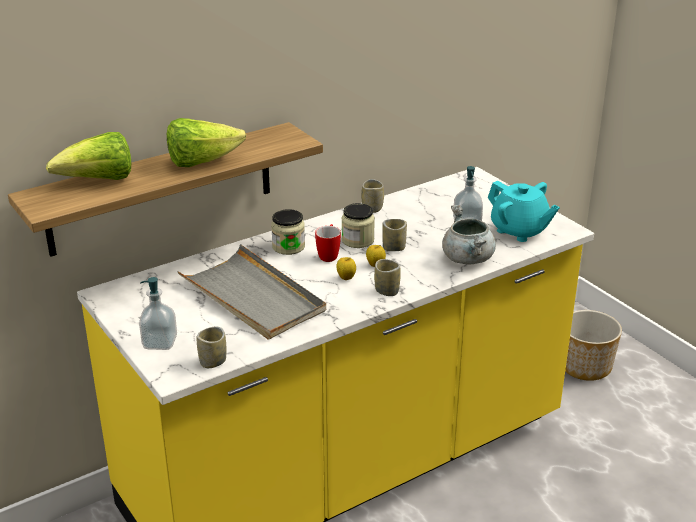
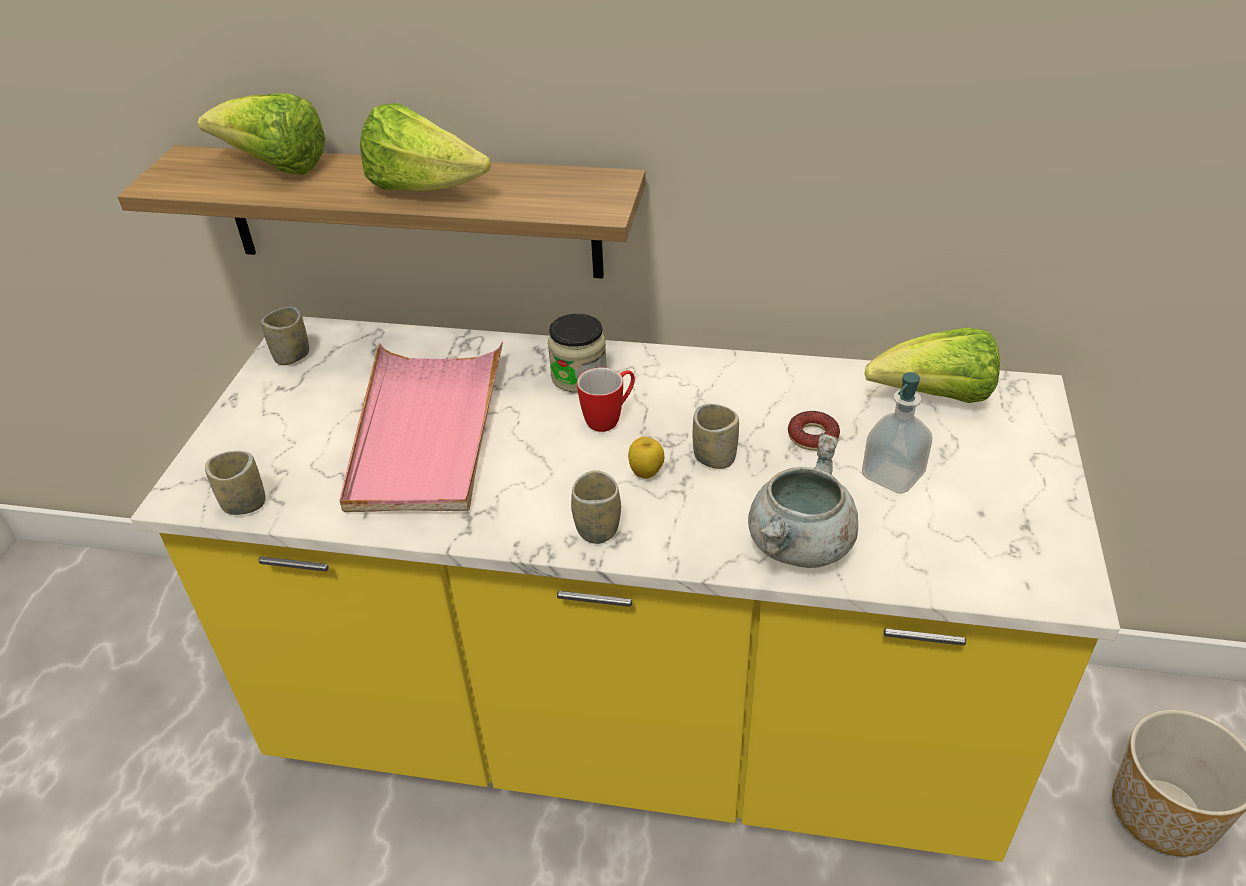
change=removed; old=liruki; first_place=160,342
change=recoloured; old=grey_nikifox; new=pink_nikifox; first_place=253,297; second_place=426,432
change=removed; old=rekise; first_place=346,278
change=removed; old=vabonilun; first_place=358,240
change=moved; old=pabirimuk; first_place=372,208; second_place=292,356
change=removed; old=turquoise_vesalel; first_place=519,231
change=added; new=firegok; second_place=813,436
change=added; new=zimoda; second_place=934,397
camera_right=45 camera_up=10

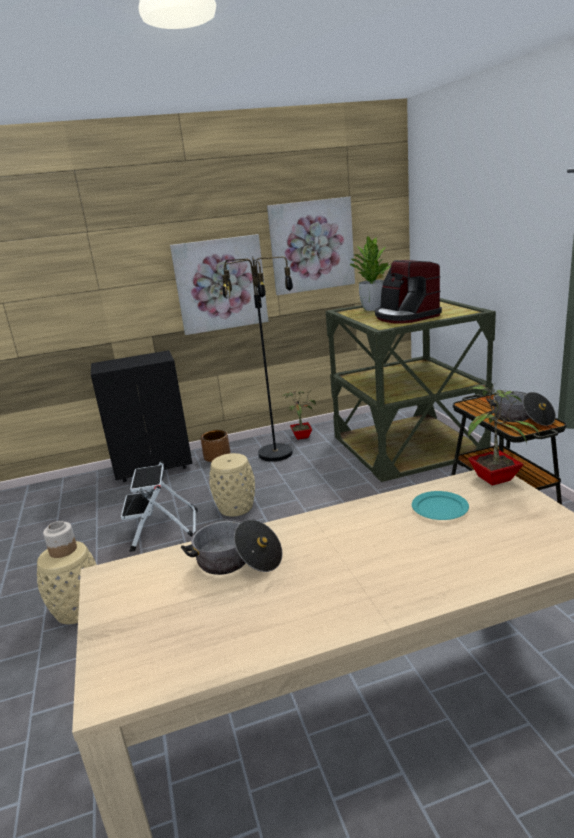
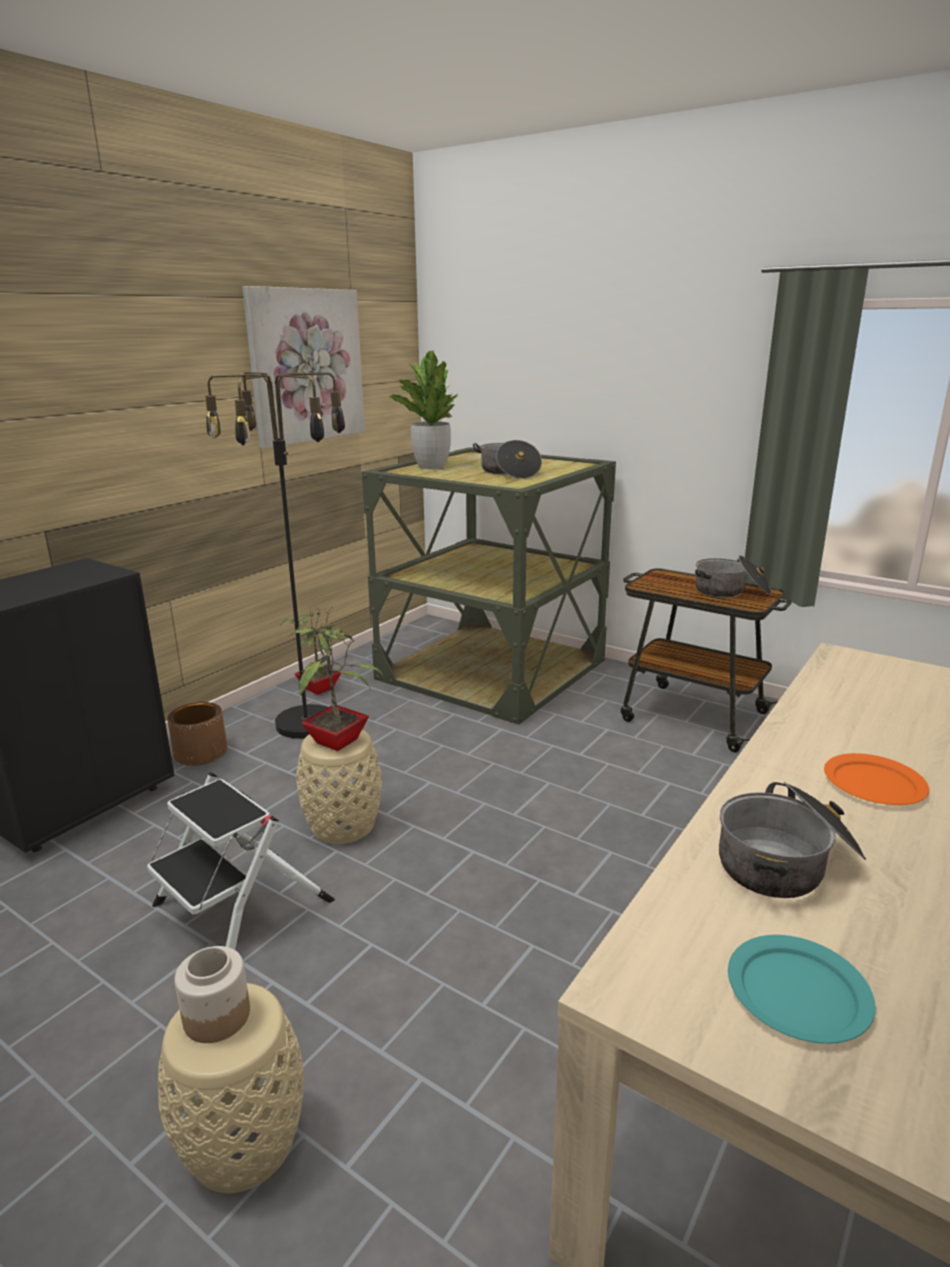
change=removed; old=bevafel; first_place=220,284
change=replaced; old=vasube; new=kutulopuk; first_place=405,316; second_place=508,472
change=moved; old=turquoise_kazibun; first_place=439,508; second_place=798,993
change=moved; old=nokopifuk; first_place=496,478; second_place=339,741
change=added; new=orange_kazibun; second_place=873,783
camera_right=-40 camera_up=0

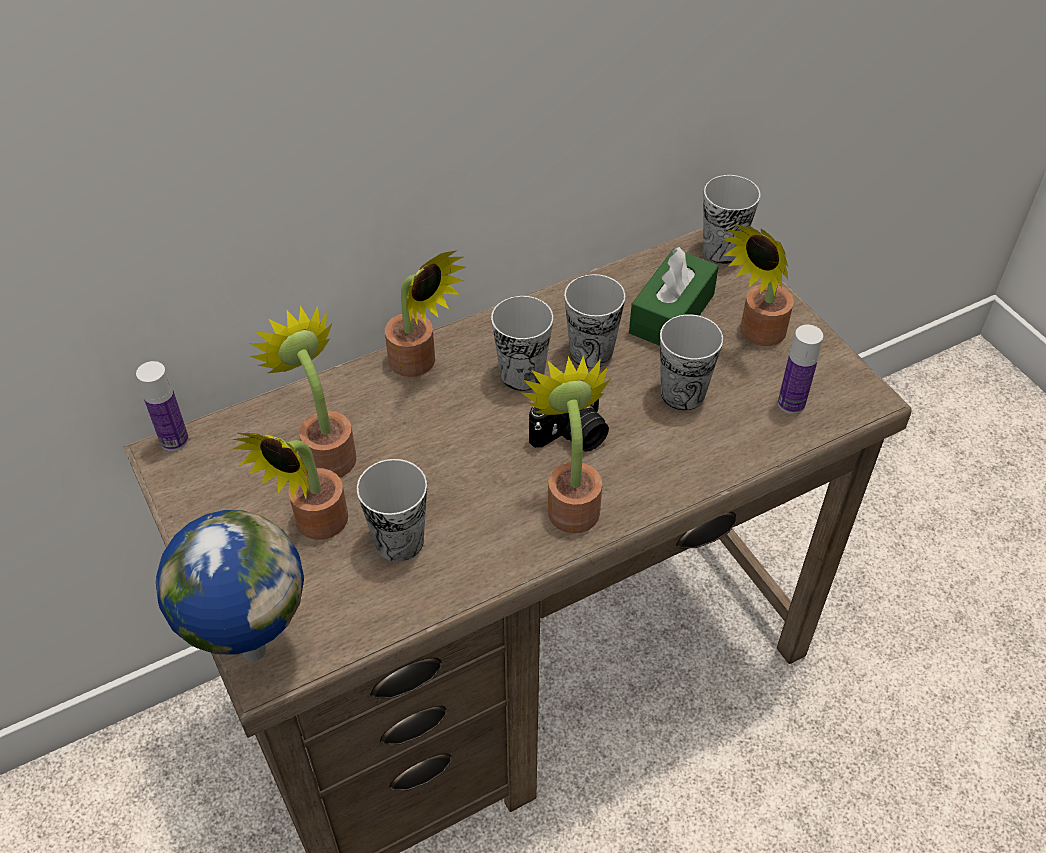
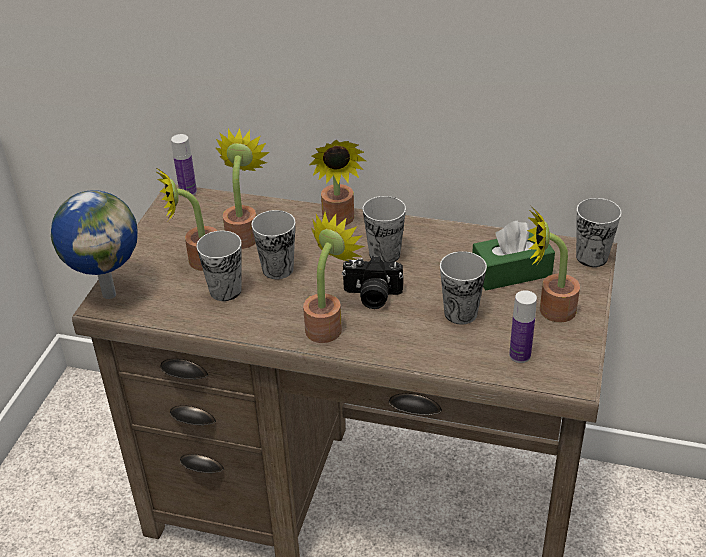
change=moved; old=pabirimuk; first_place=591,352; second_place=278,269
camera_right=45 camera_up=-10

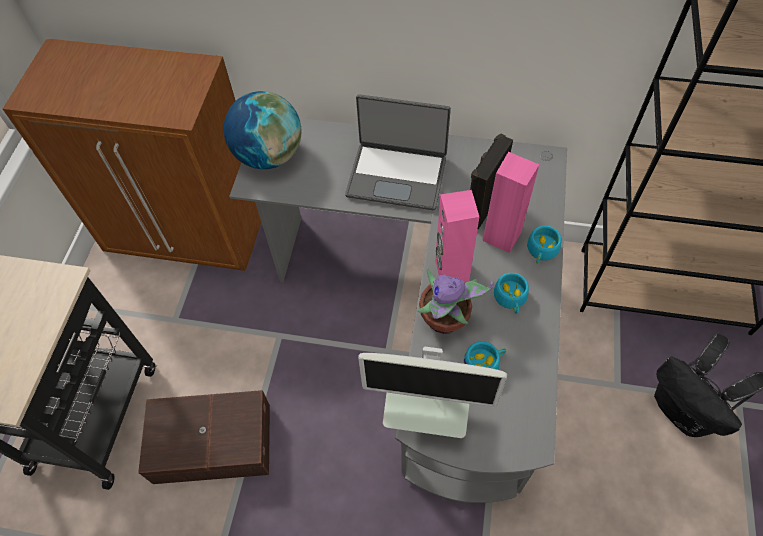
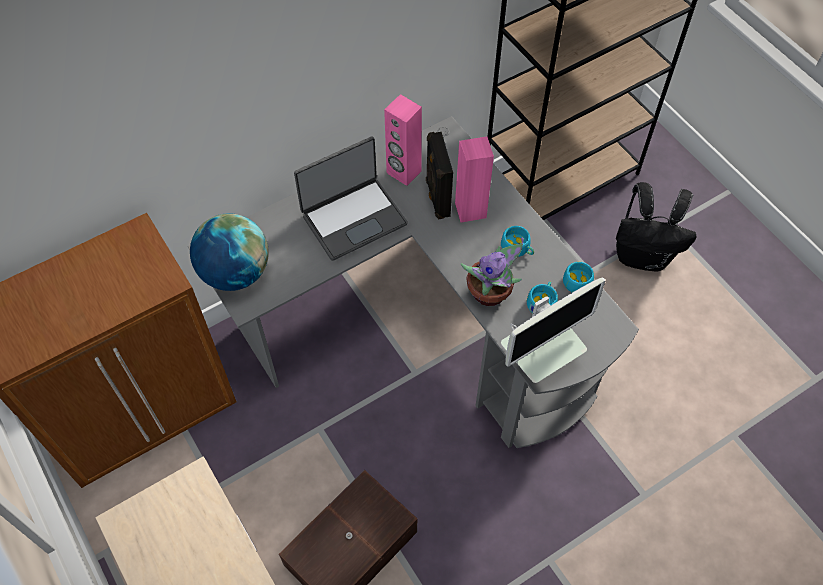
change=moved; old=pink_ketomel; first_place=451,271; second_place=403,172
change=moved; old=turquoise_pabirimuk; first_place=541,252; second_place=578,286
camera_right=-45 camera_up=0

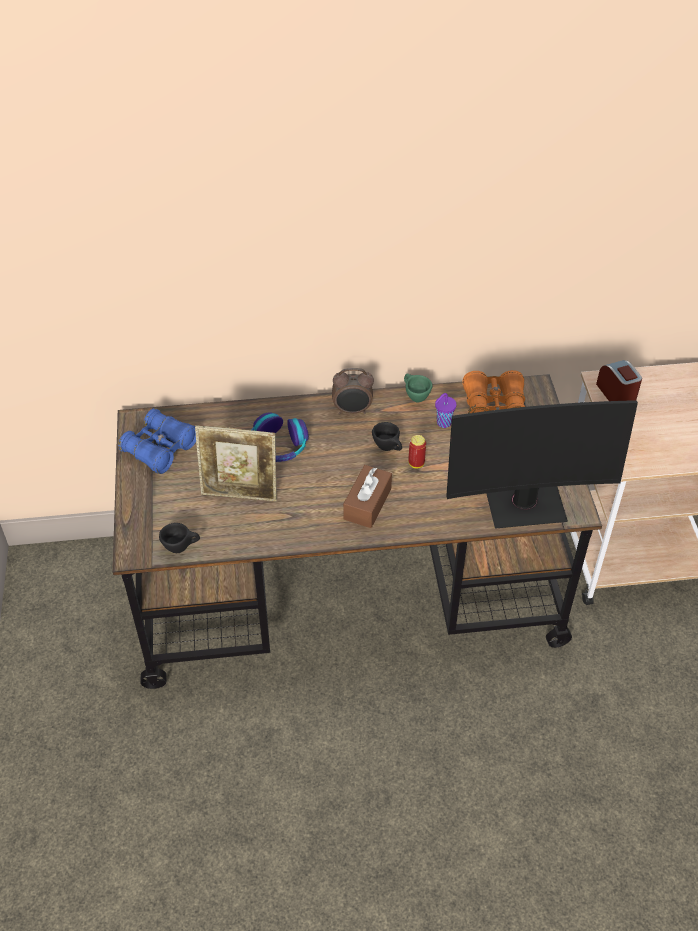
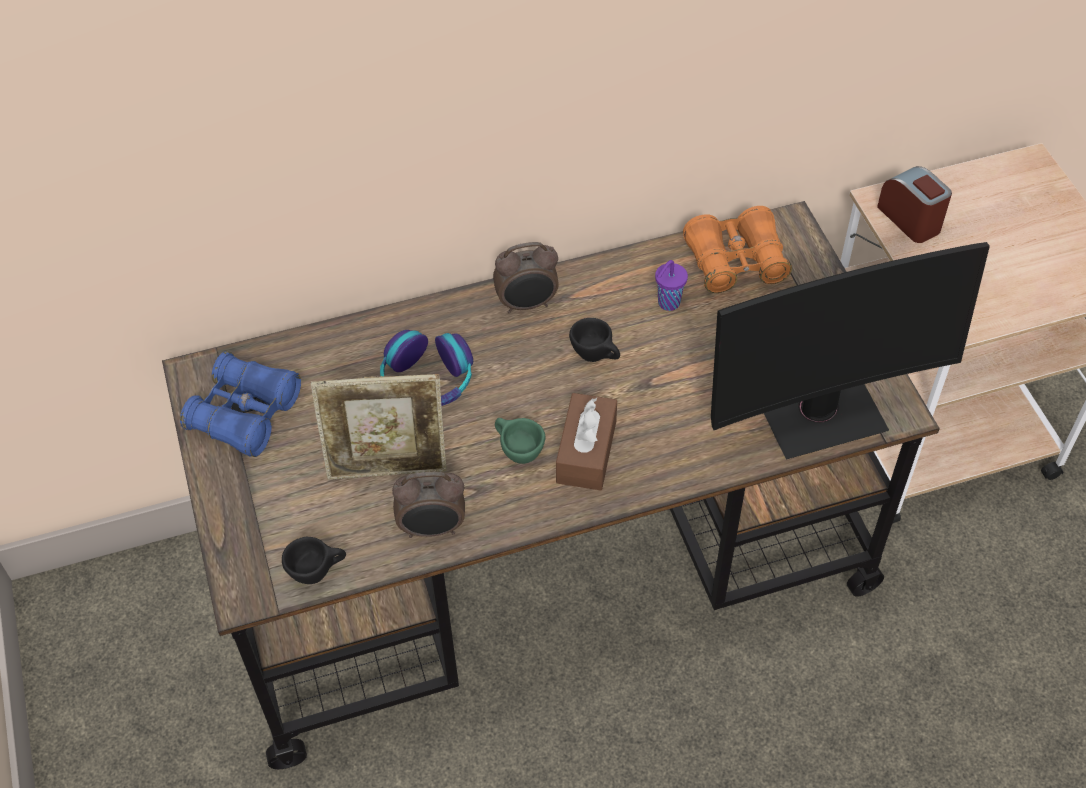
change=moved; old=green_pabirimuk; first_place=414,397; second_place=517,452
change=removed; old=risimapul; first_place=416,463
change=added; new=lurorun; second_place=432,529
camera_right=-10 camera_up=5

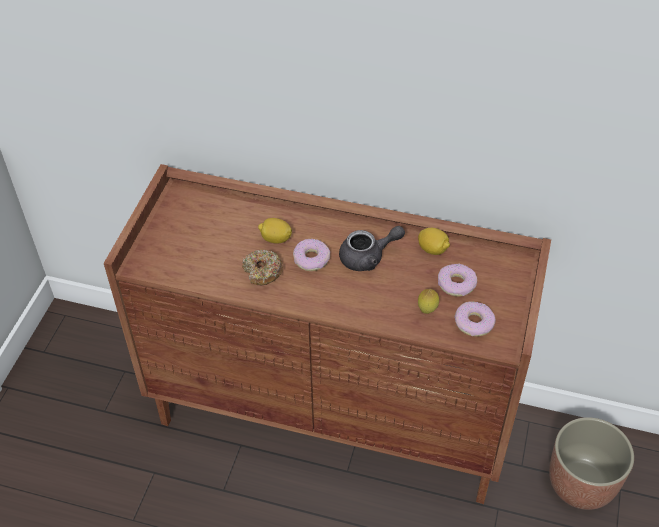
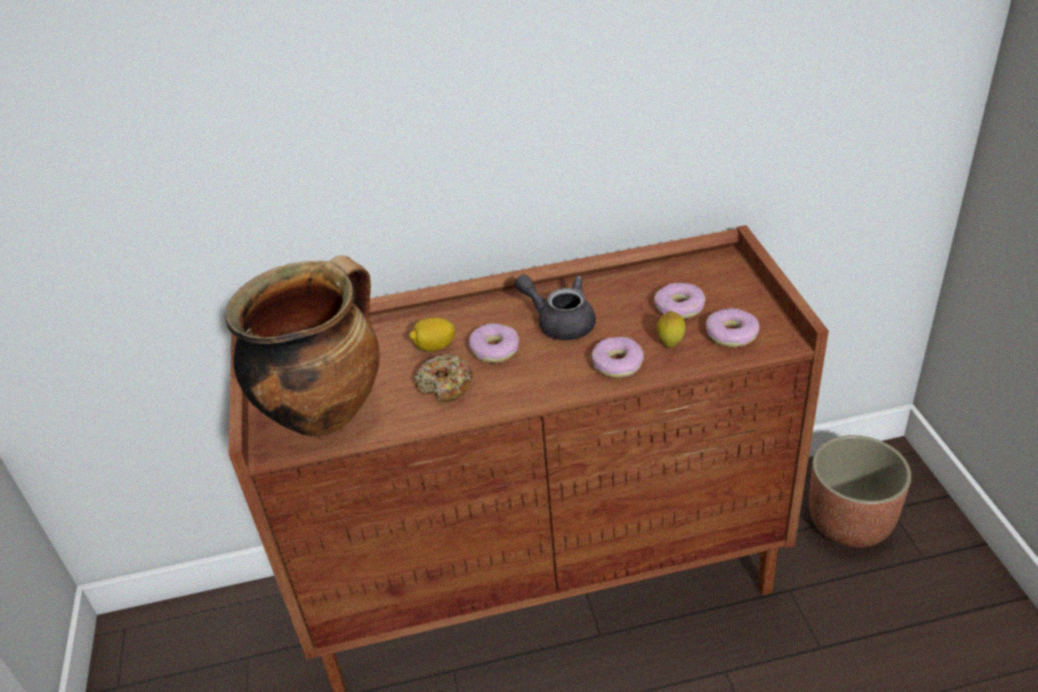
change=turned; old=grey_vesalel; first_place=368,257; second_place=560,322; degrees=-105
change=removed; old=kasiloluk; first_place=433,249
change=added; new=kutulopuk; second_place=325,410
change=added; new=firegok; second_place=617,364
camera_right=-25 camera_up=-10

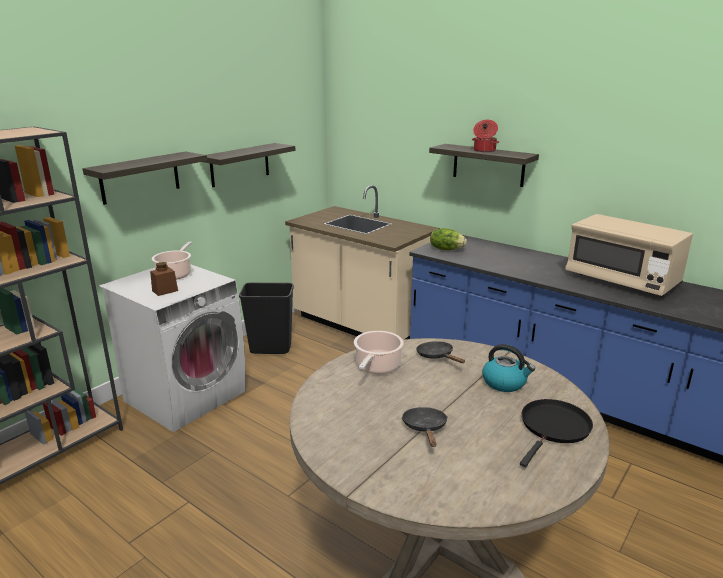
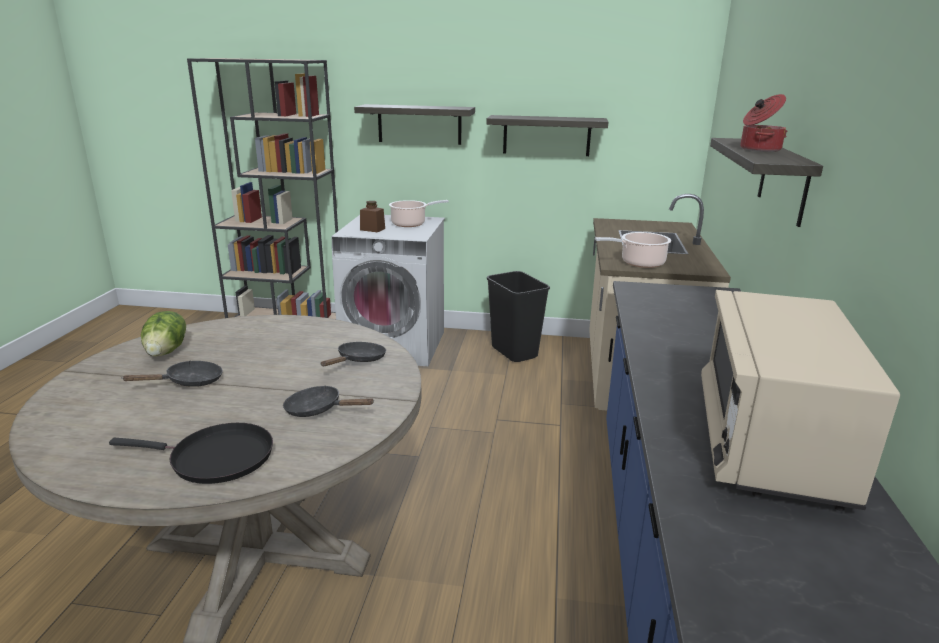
change=moved; old=kutulopuk; first_place=377,367; second_place=639,263
change=moved; old=zimoda; first_place=446,249; second_place=167,351
change=replaced; old=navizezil; new=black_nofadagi; first_place=505,383; second_place=318,410
camera_right=60 camera_up=0

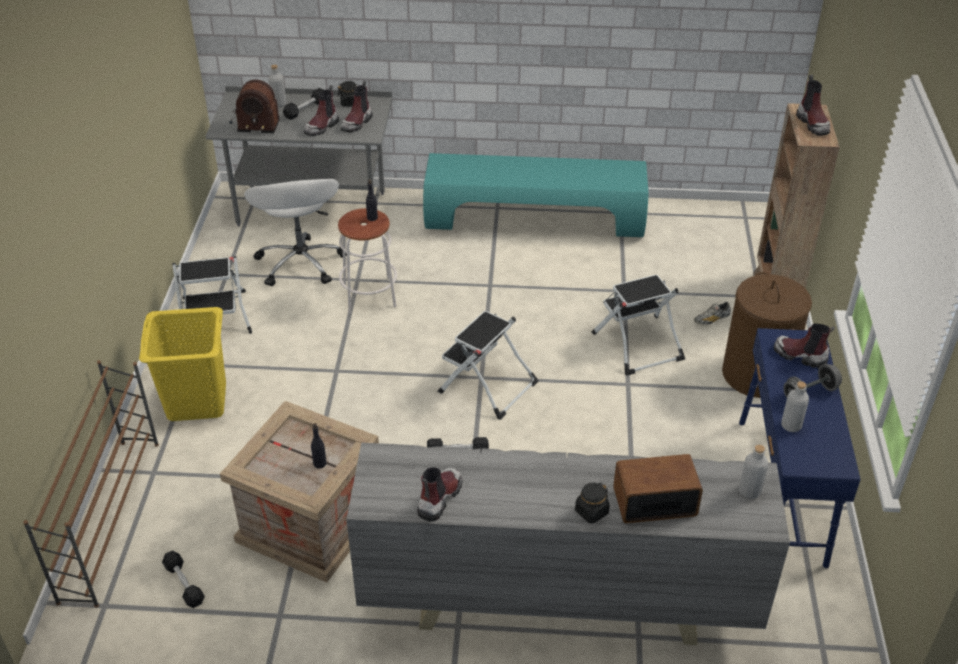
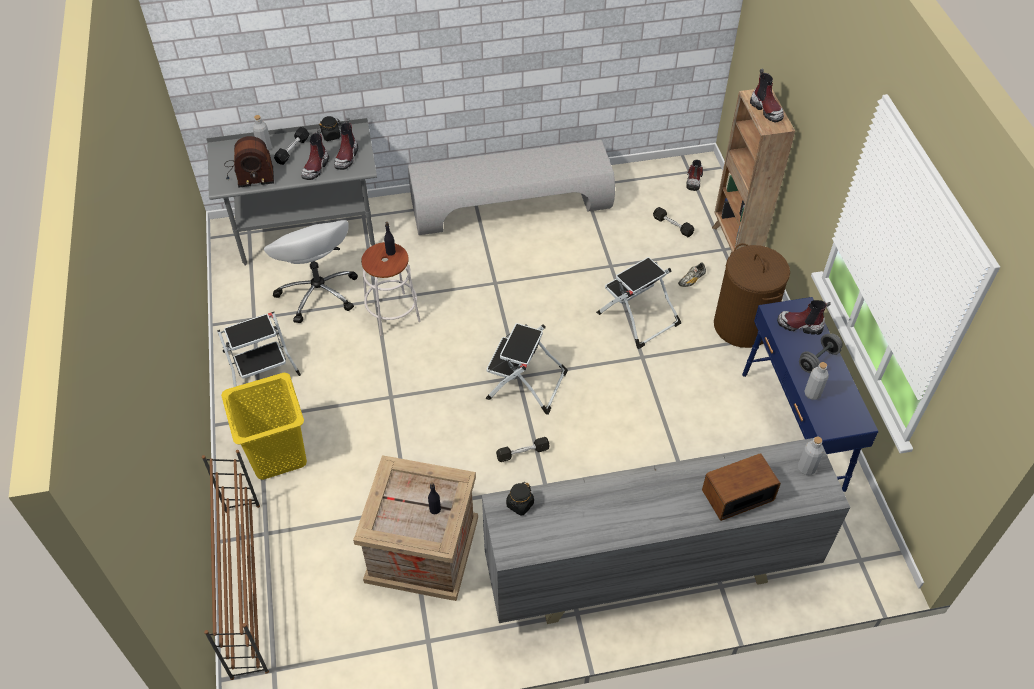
change=moved; old=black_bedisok; first_place=184,584; second_place=672,226
change=moved; old=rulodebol; first_place=439,498; second_place=694,179
change=recoloured; old=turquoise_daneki; new=grey_daneki; first_place=534,216; second_place=510,204
change=moved; old=black_vabonilun; first_place=591,512; second_place=520,504
camera_right=-15 camera_up=10

